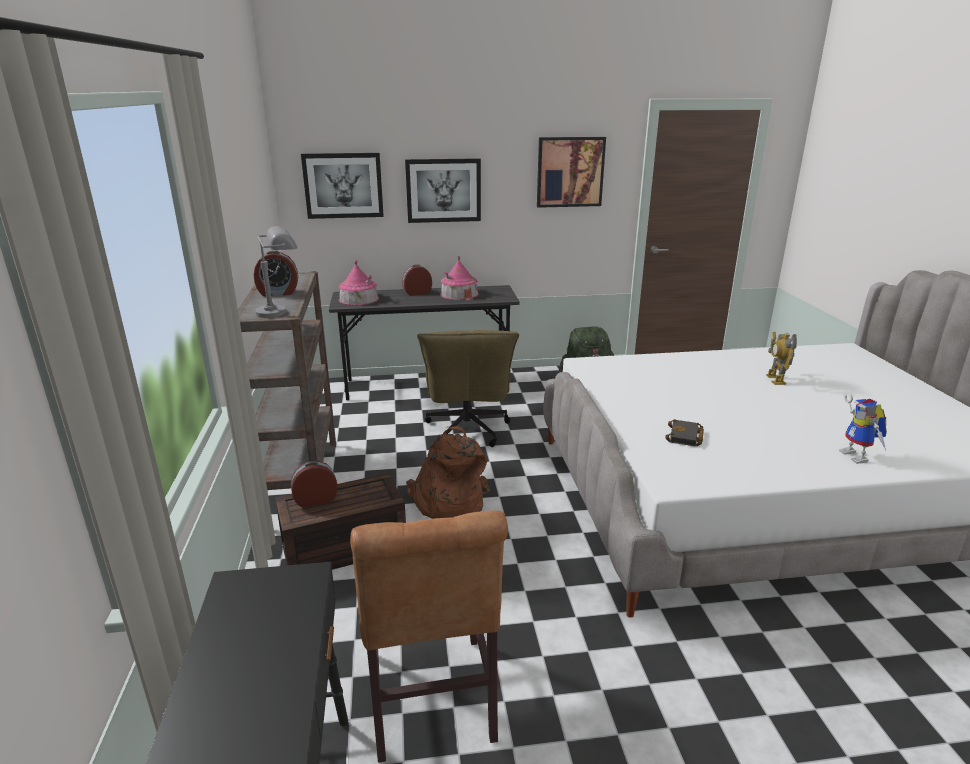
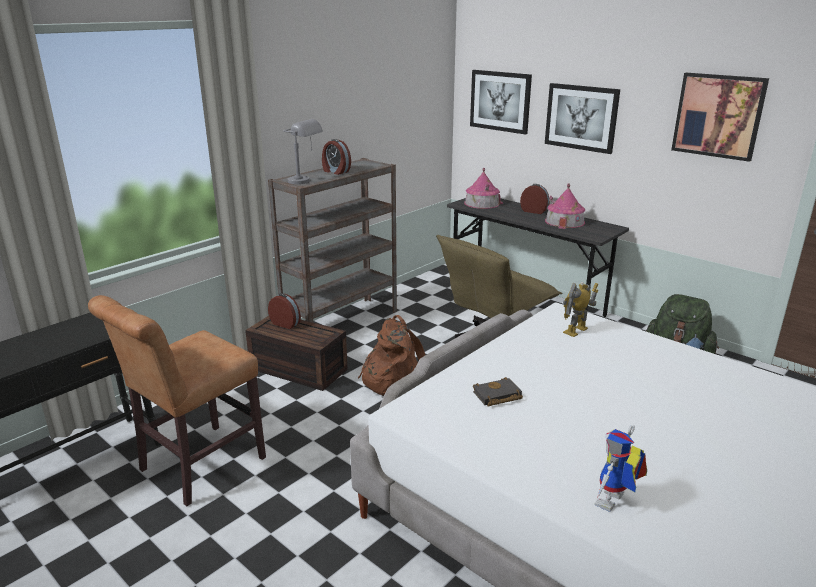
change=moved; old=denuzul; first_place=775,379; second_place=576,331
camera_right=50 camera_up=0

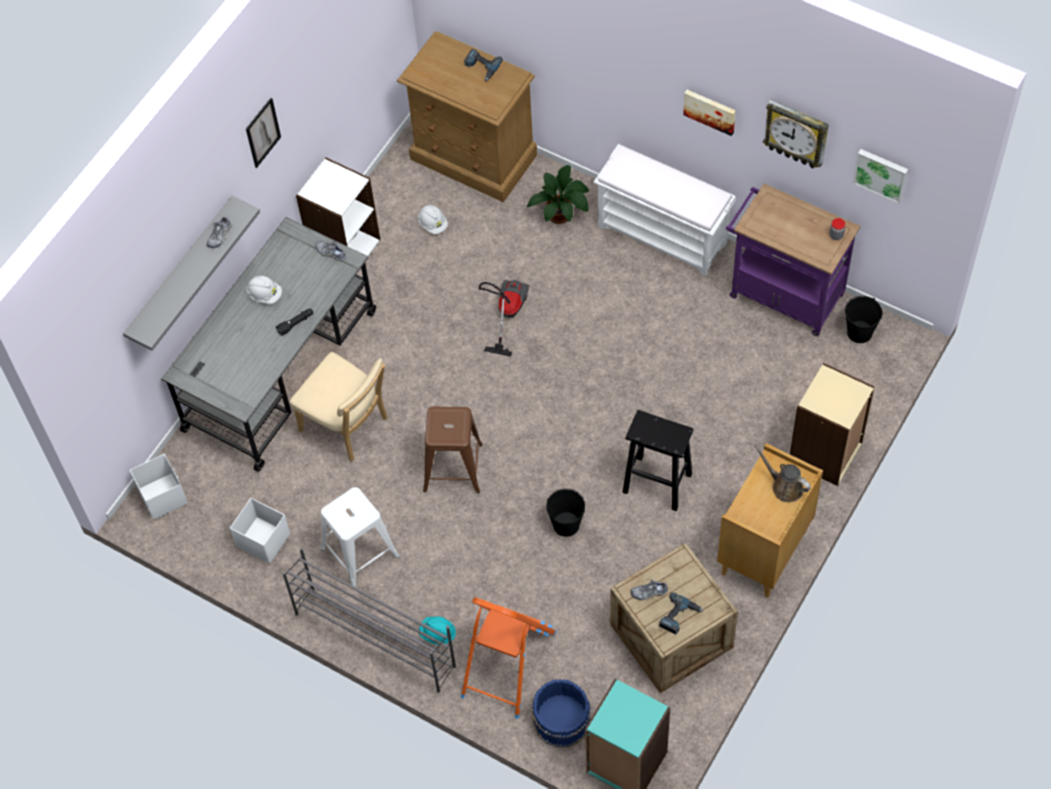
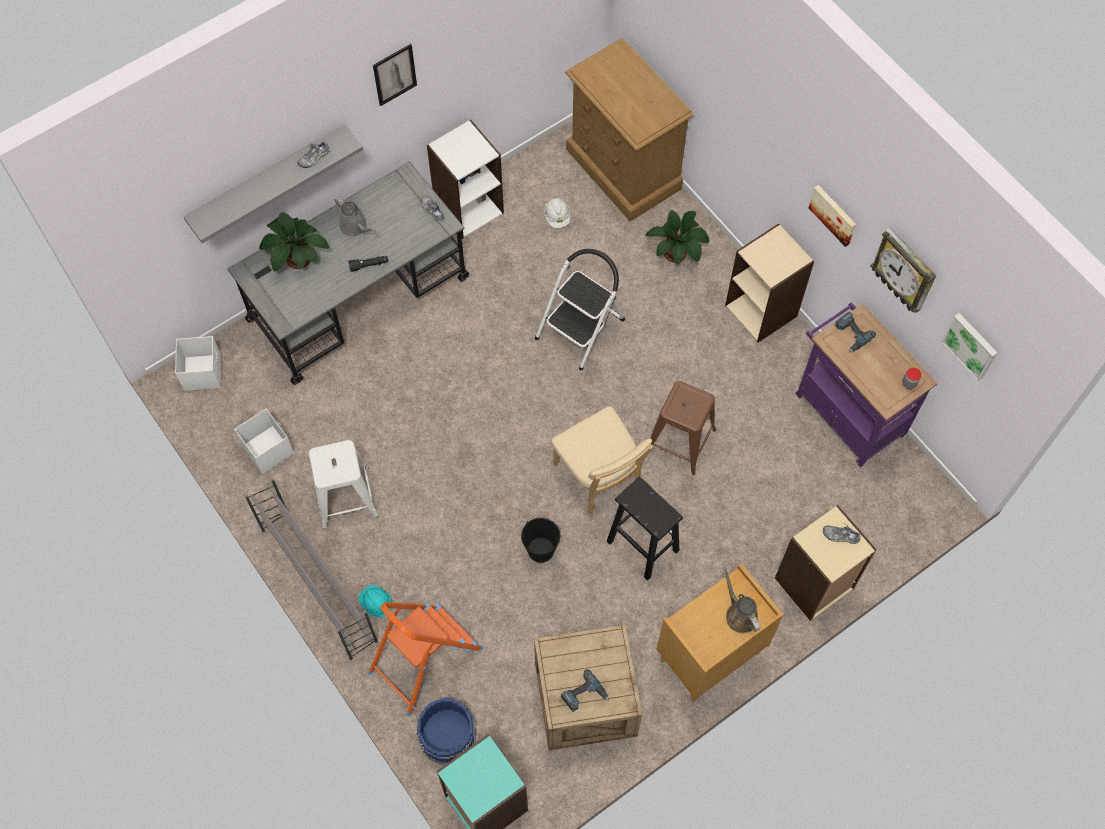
change=replaced; old=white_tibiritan; new=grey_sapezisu; first_place=265,295; second_place=355,227
change=moved; old=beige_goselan; first_place=347,426; second_place=599,478
change=moved; old=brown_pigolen; first_place=453,467; second_place=680,441
change=moved; old=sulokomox; first_place=481,67; second_place=851,334
change=replaced; old=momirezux; new=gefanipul; first_place=506,313; second_place=582,327
change=replaced; old=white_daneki; new=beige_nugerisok; first_place=663,235; second_place=762,310
change=moved; old=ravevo; first_place=649,592; second_place=840,536
change=removed; old=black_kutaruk; first_place=860,332
change=added; new=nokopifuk; second_place=296,258
camera_right=20 camera_up=5

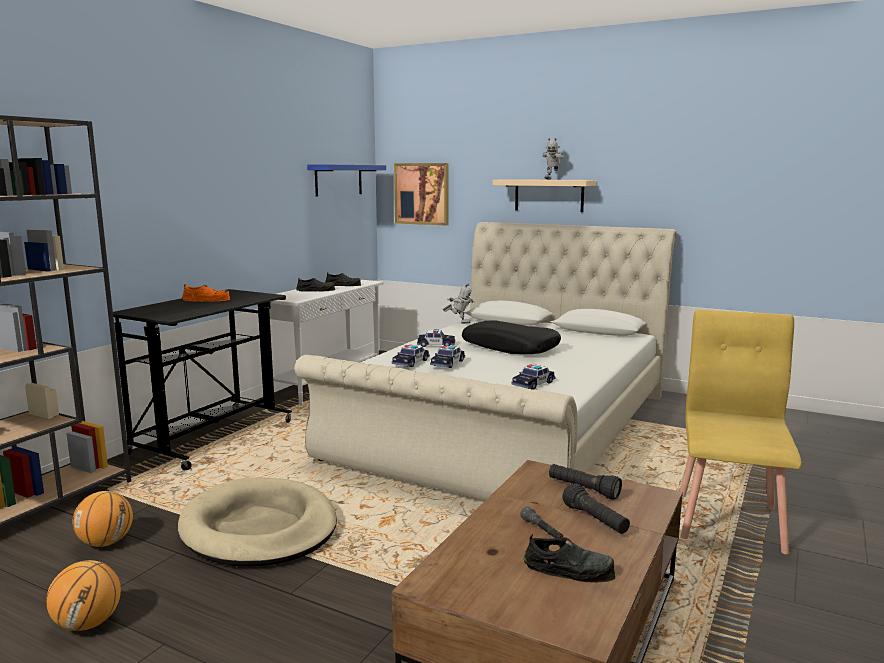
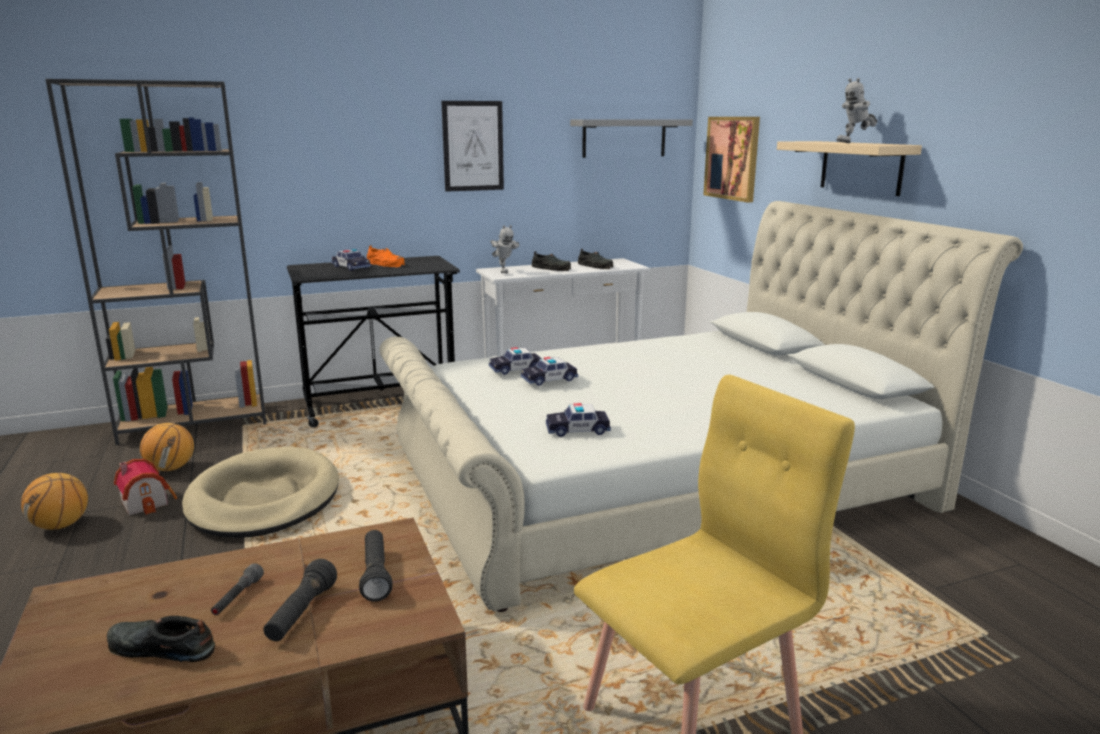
change=recoloured; old=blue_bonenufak; new=grey_bonenufak; first_place=338,180; second_place=624,138
change=moved; old=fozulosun; first_place=436,345; second_place=351,267
change=moved; old=denuzul; first_place=459,322; second_place=503,272
change=removed; old=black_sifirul; first_place=510,347
change=turned; old=black_ravevo; first_place=569,569; second_place=160,648; degrees=135
change=added; new=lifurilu; second_place=147,501
change=added; new=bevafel; second_place=473,146
camera_right=40 camera_up=5

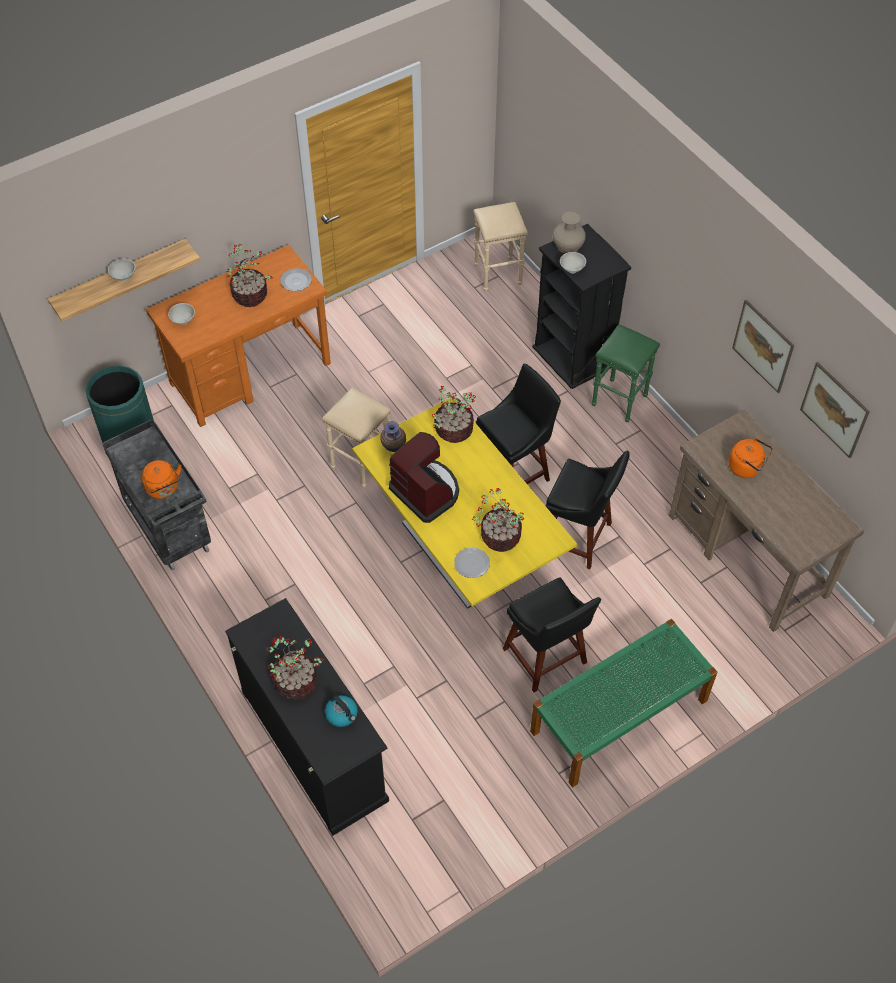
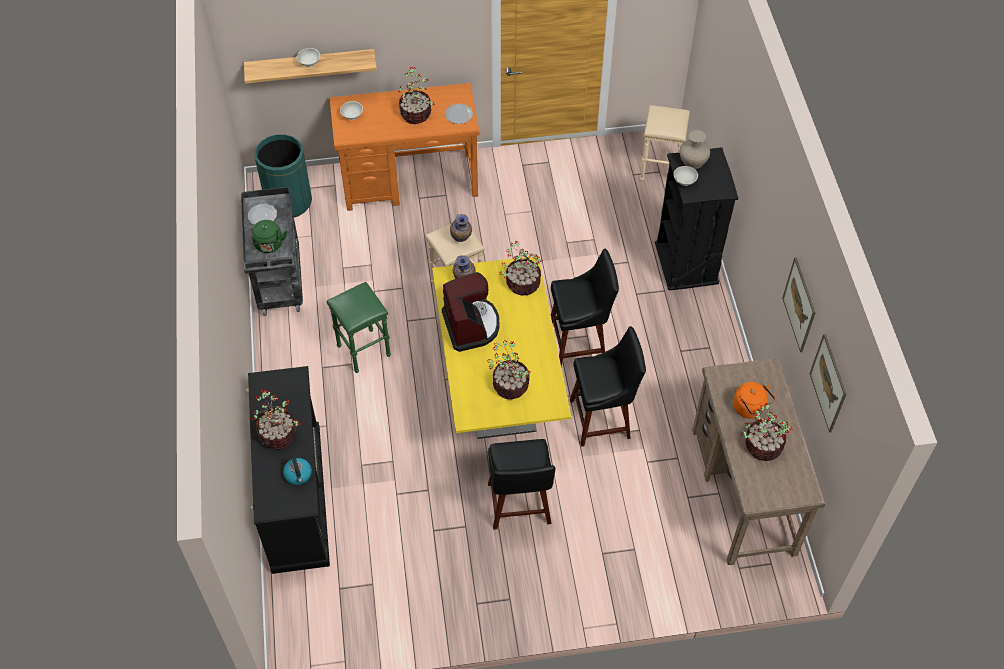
change=recoloured; old=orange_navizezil; new=green_navizezil; first_place=163,489; second_place=269,246
change=moved; old=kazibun; first_place=472,564; second_place=262,216
change=removed; old=green_daneki; first_place=619,717
change=turned; old=black_goselan; first_place=579,538; second_place=603,418; degrees=-60
change=moved; old=green_pigolen; first_place=618,400; second_place=362,350
change=added; new=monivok; second_place=461,240
change=added; new=nokopifuk; second_place=762,446
camera_right=25 camera_up=0

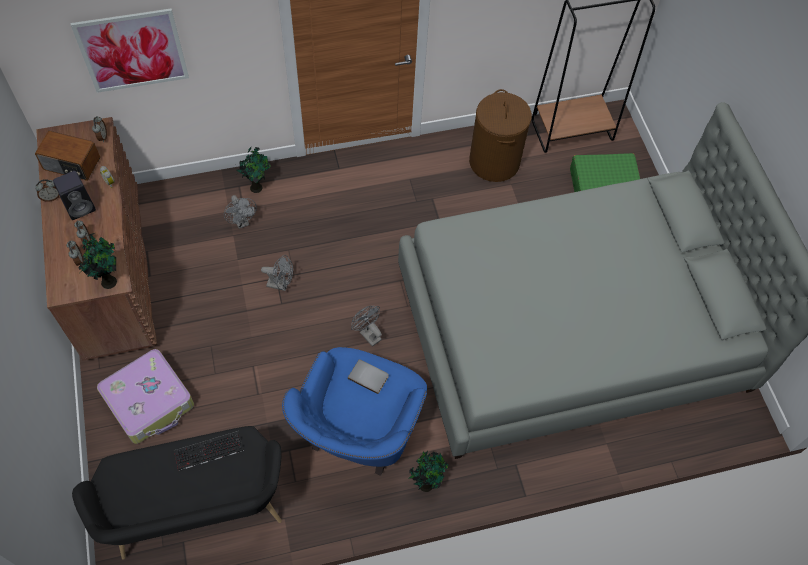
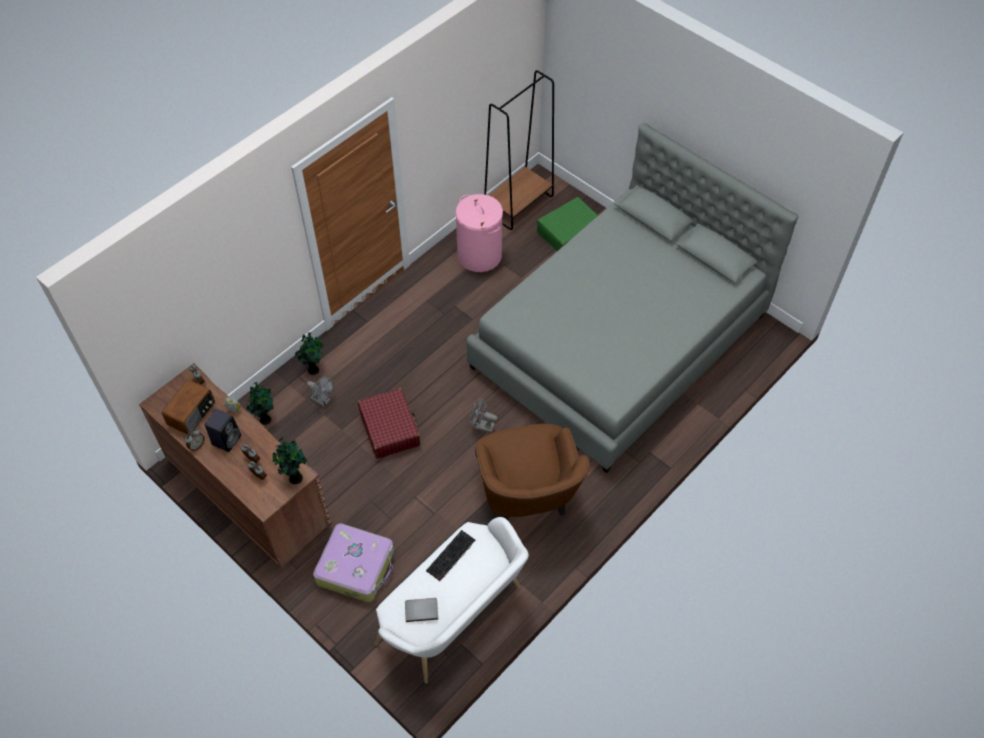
change=turned; old=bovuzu; first_place=72,164; second_place=192,414; degrees=-45
change=removed; old=bevafel; first_place=132,51
change=recoloured; old=black_daneki; new=white_daneki; first_place=198,512; second_place=455,618
change=replaced; old=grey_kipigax; new=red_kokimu; first_place=281,284; second_place=390,428
change=recoloured; old=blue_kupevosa; new=brown_kupevosa; first_place=358,433; second_place=527,496
change=moved; old=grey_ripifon; first_place=369,376; second_place=421,609
change=moved; old=nokopifuk; first_place=426,483; second_place=265,419
change=recoloured; old=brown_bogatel; new=pink_bogatel; first_place=494,162; second_place=480,255
camera_right=-30 camera_up=-5

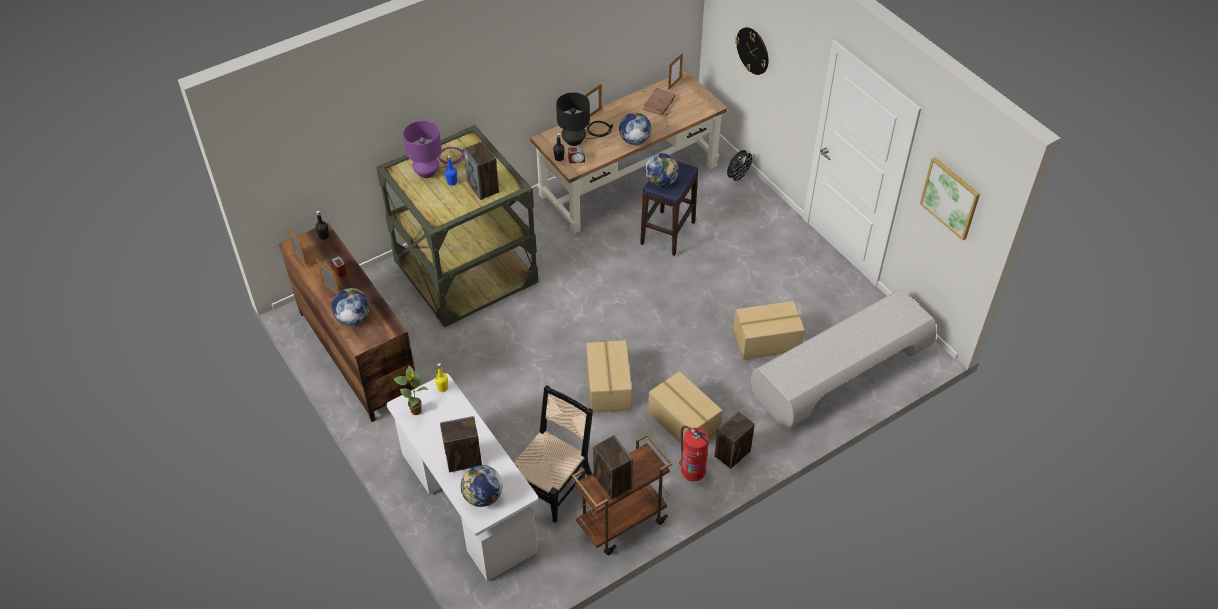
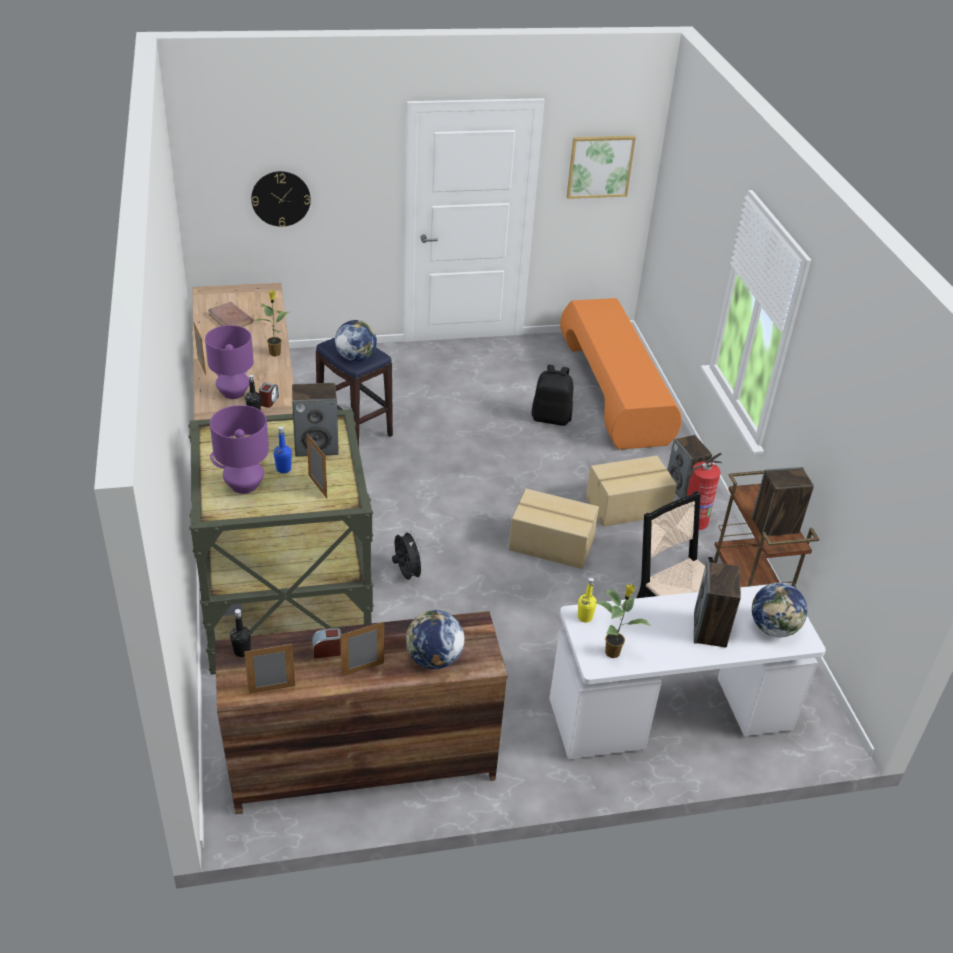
change=recoloured; old=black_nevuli; new=purple_nevuli; first_place=583,136; second_place=233,384
change=replaced; old=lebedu; new=nokopifuk; first_place=634,140; second_place=275,352
change=moved; old=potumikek; first_place=674,84; second_place=317,487
change=moved; old=black_kipigax; first_place=738,178; second_place=406,574
change=replaced; old=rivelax; new=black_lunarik; first_place=767,341; second_place=551,418
change=recoloured; old=grey_daneki; new=orange_daneki; first_place=841,371; second_place=614,389
camera_right=-70 camera_up=-10

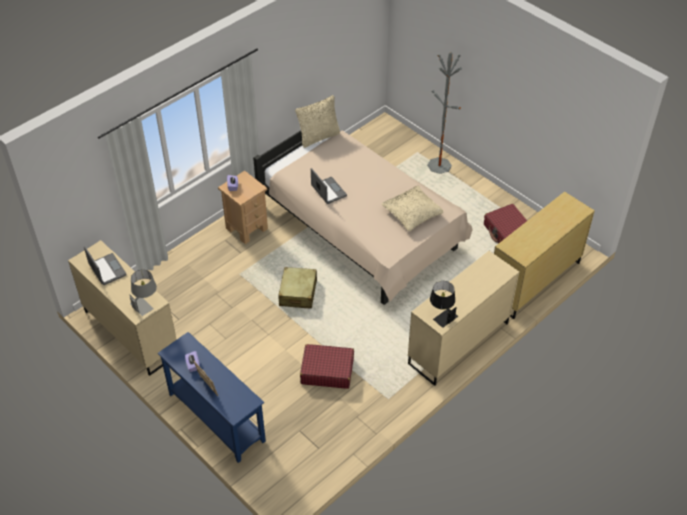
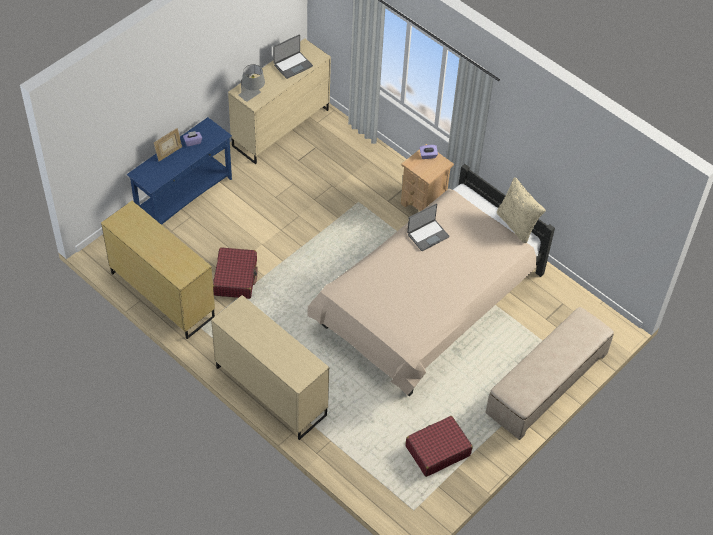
change=removed; old=beige_kokimu; first_place=298,293
change=removed; old=beige_sifirul; first_place=412,213
change=replaced; old=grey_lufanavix; new=beige_daneki; first_place=439,165; second_place=547,383
change=removed; old=black_nevuli; first_place=441,315
change=moved; old=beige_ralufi; first_place=534,281; second_place=161,295
camera_right=85 camera_up=5

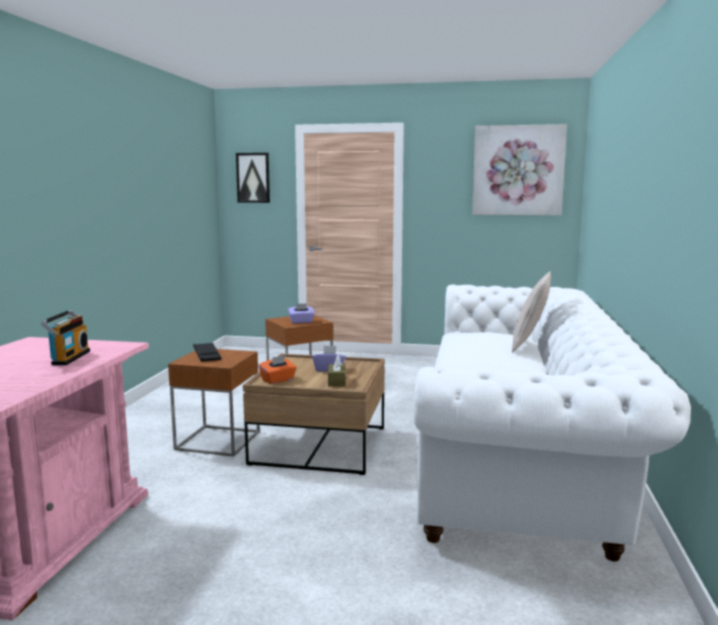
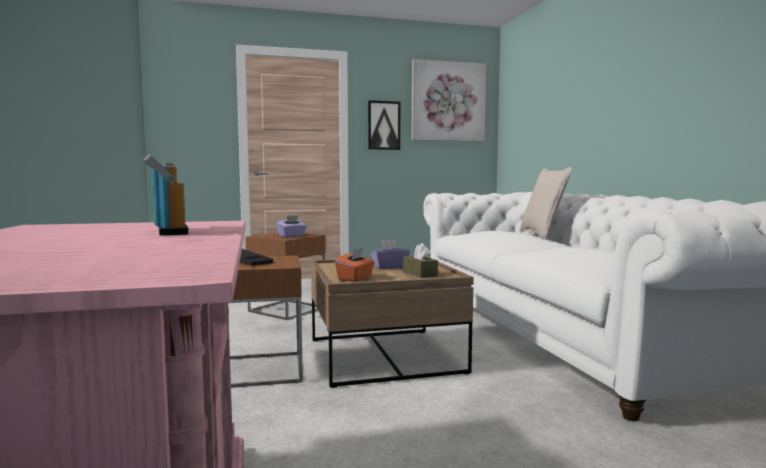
change=moved; old=bevafel; first_place=253,177; second_place=383,125
camera_right=-25 camera_up=-5

